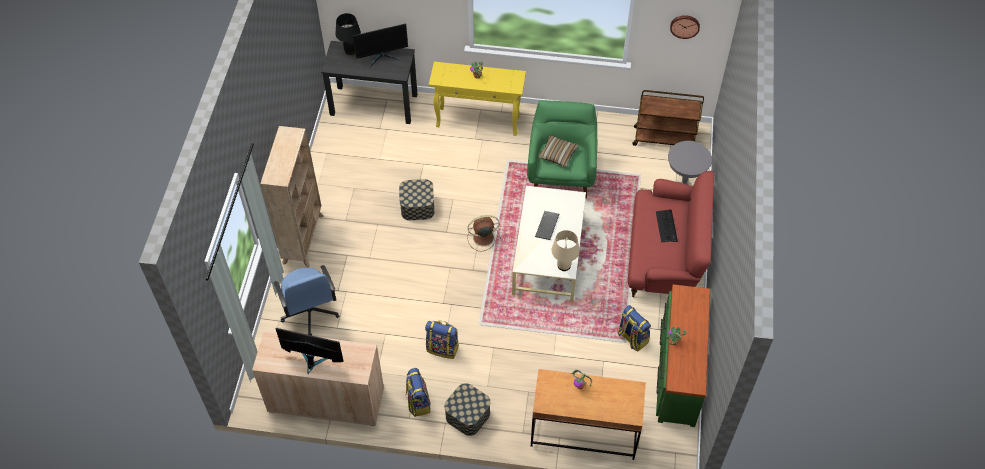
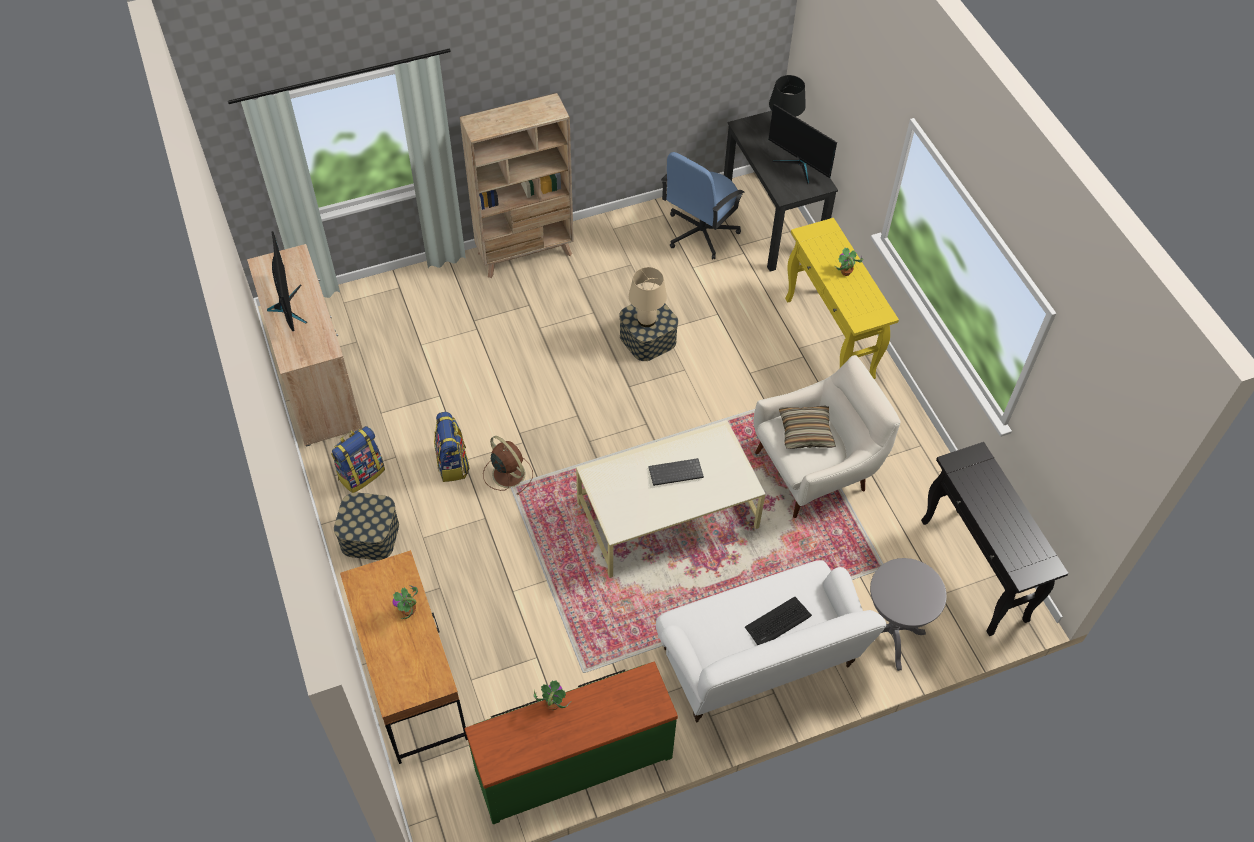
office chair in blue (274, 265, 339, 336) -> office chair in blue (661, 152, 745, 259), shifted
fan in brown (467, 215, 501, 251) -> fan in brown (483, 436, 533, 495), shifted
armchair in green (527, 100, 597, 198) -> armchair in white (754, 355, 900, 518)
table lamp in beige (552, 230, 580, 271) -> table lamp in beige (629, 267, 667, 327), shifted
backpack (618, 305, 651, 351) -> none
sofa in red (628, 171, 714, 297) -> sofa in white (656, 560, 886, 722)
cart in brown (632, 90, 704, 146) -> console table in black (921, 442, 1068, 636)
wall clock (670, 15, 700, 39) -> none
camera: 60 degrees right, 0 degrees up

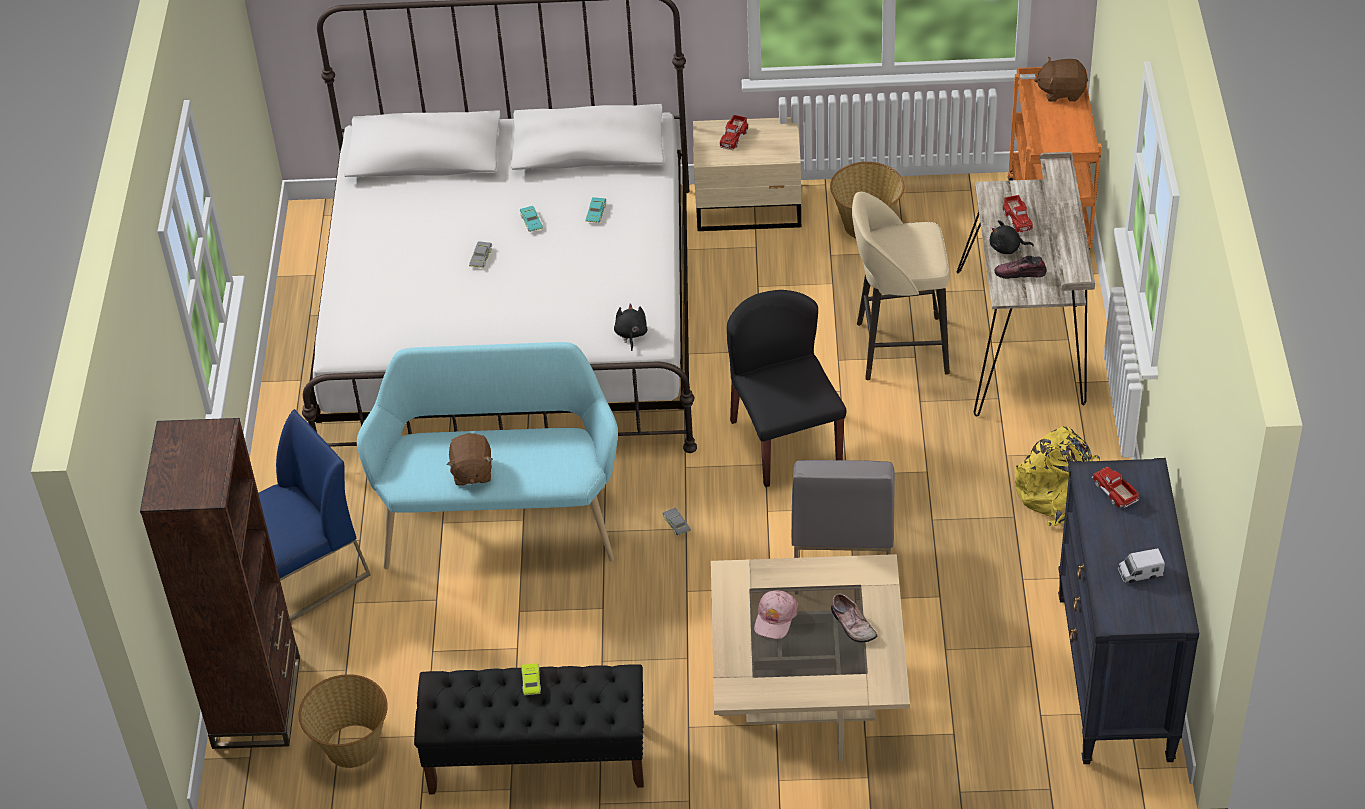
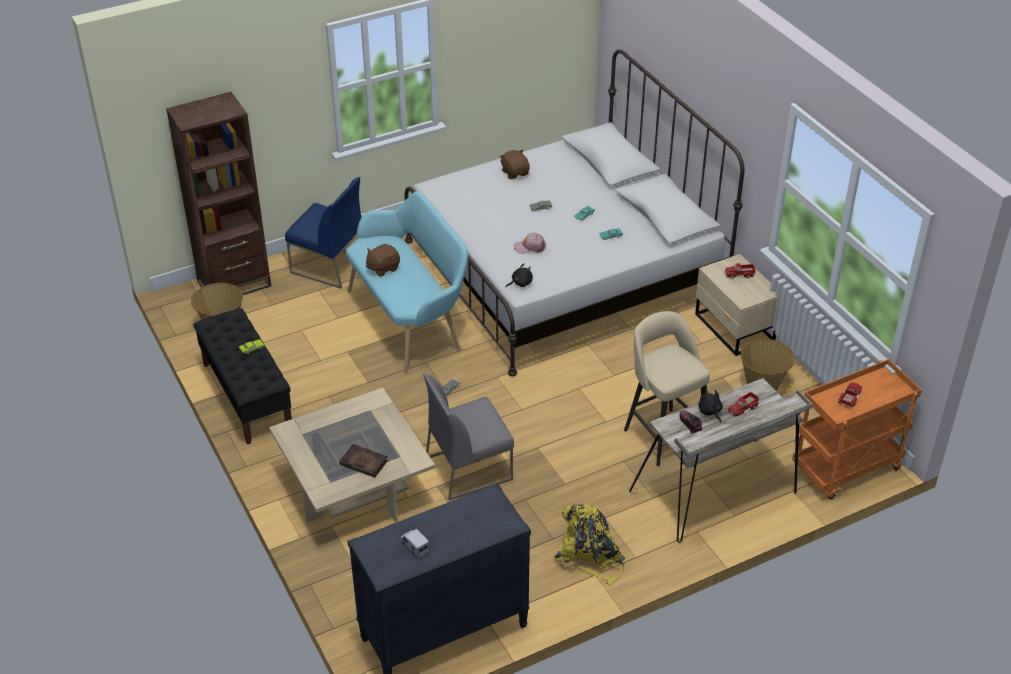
chair in black (727, 290, 847, 487) -> none
cap in pink (754, 590, 799, 639) -> cap in pink (514, 233, 546, 254), shifted
shoe (831, 593, 877, 643) -> book (339, 444, 388, 478)
plush toy in brown (1034, 57, 1088, 102) -> plush toy in brown (499, 150, 530, 179), shifted
toy truck (1092, 467, 1139, 508) -> toy truck (838, 382, 862, 408), shifted
camera: 60 degrees right, 5 degrees down

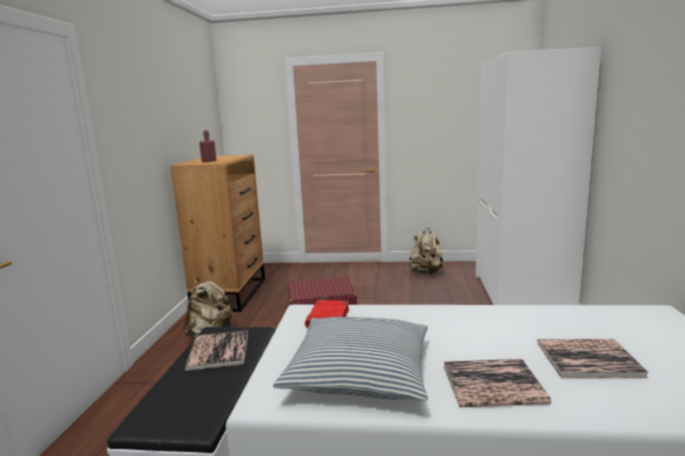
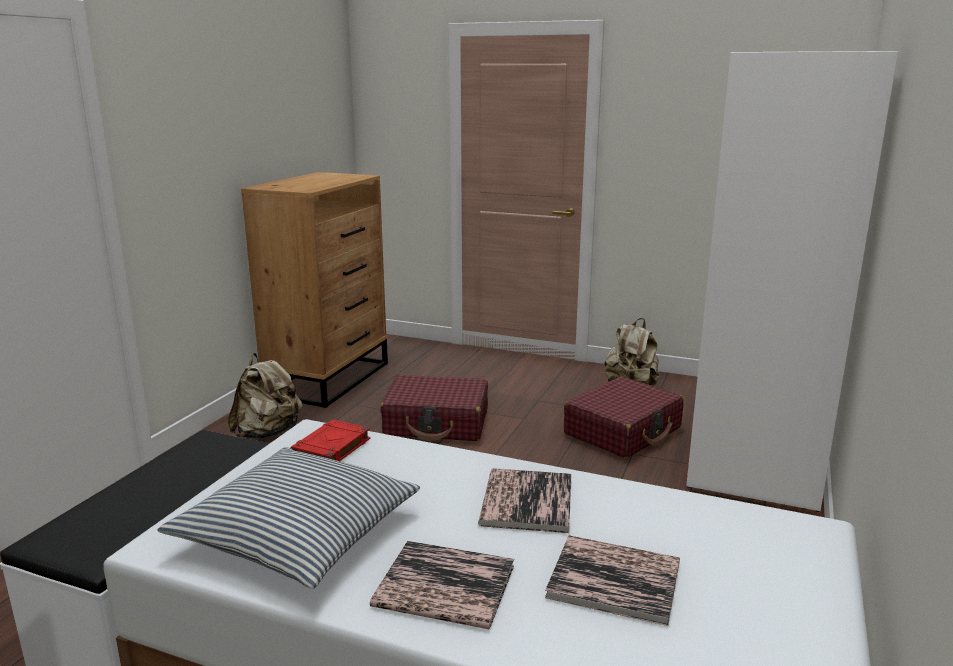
book (185, 330, 248, 371) -> book (478, 469, 572, 533), shifted
bottle in red (199, 130, 216, 162) -> none
none -> suitcase in red (564, 376, 683, 458)
camera: 15 degrees right, 5 degrees up

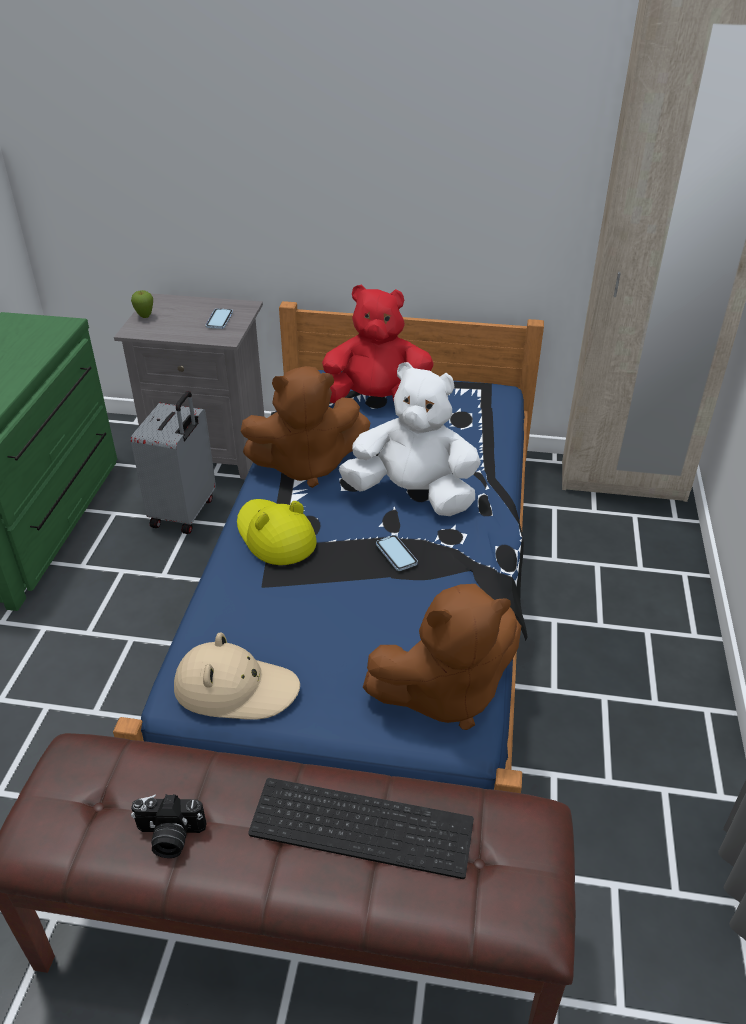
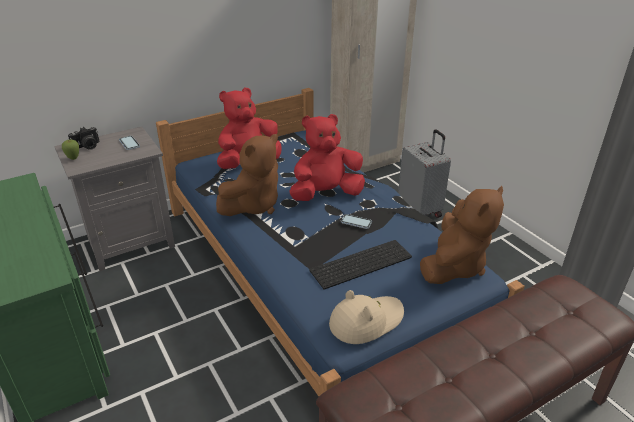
suitcase in grey (131, 391, 216, 534) -> suitcase in grey (398, 129, 451, 218), shifted
photo camera (131, 794, 207, 858) -> photo camera (68, 127, 100, 150), shifted
hat in yellow (237, 499, 317, 565) -> none
keyboard (248, 778, 474, 879) -> keyboard (309, 240, 412, 289), shifted
plush toy in white (339, 362, 481, 516) -> plush toy in red (289, 114, 365, 201)
camera: 40 degrees left, 5 degrees down

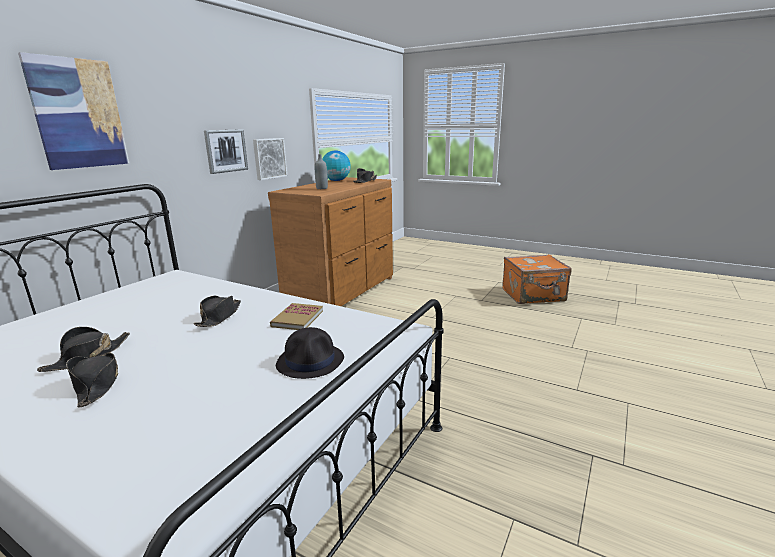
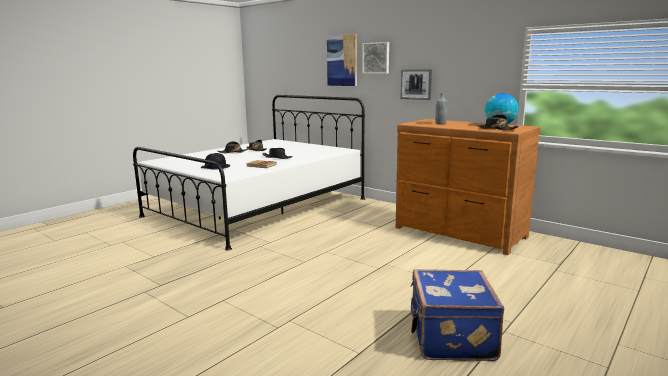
picture (253, 138, 287, 180) -> picture (362, 42, 389, 74), shifted
suitcase in orange (502, 254, 572, 304) -> suitcase in blue (410, 269, 504, 361)
camera: 100 degrees right, 5 degrees down

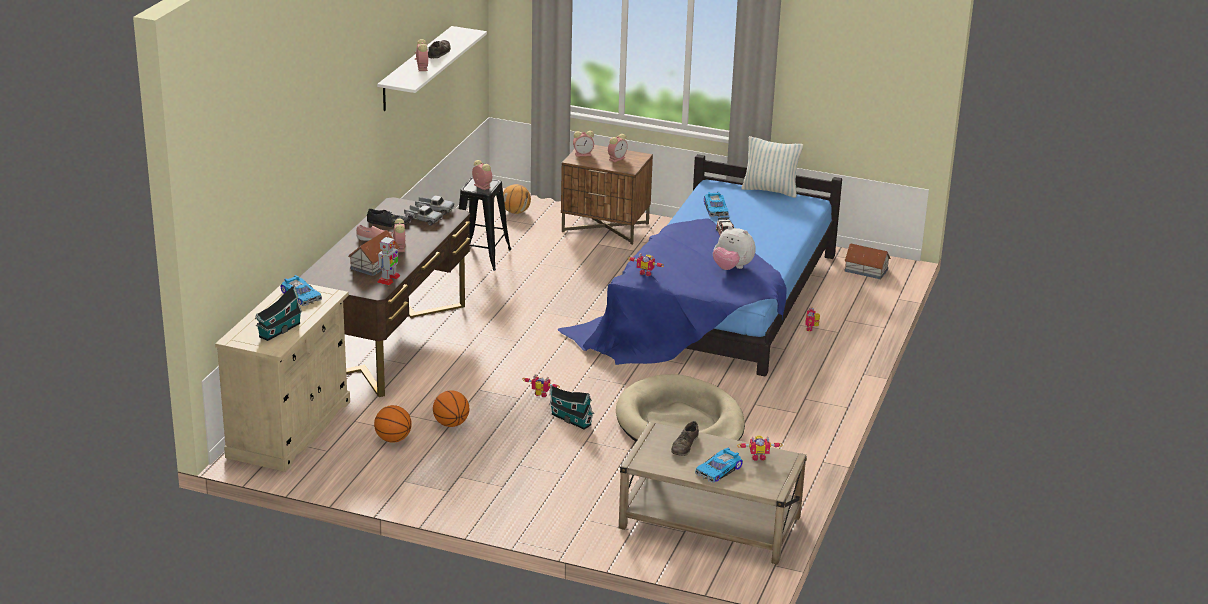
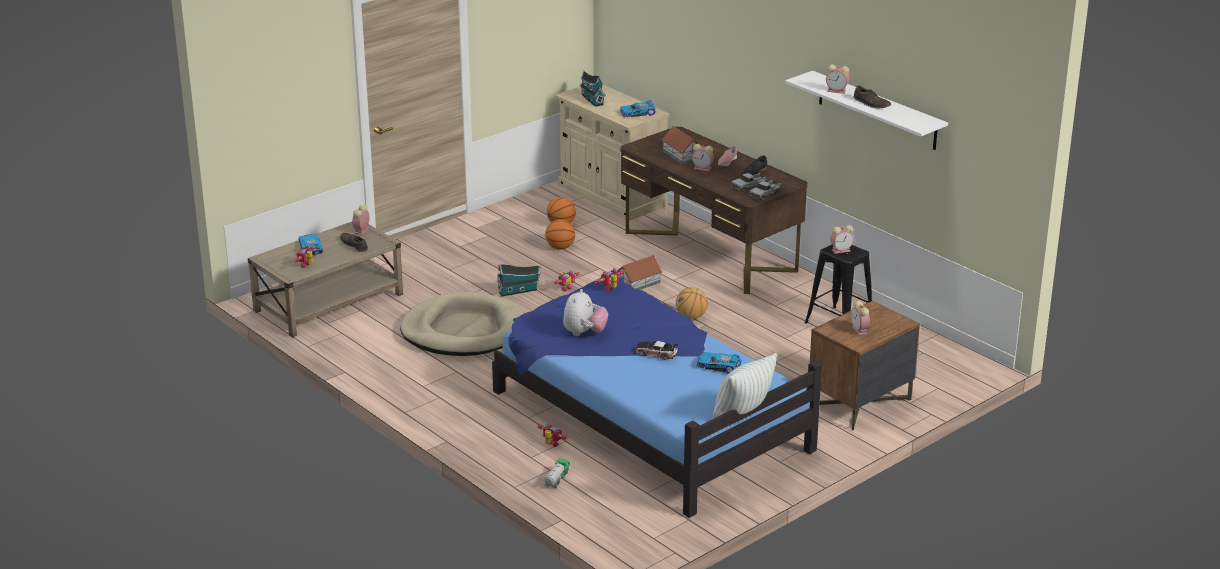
toy robot (377, 235, 400, 285) -> none
basketball (503, 184, 531, 214) -> basketball (676, 287, 708, 319), shifted
alarm clock (573, 131, 594, 157) -> alarm clock (352, 204, 369, 235), shifted
plush toy (713, 226, 756, 270) -> plush toy (563, 289, 608, 336), 135 degrees clockwise
toy house (844, 244, 891, 279) -> toy house (617, 255, 662, 290), shifted
none -> toy truck (544, 458, 570, 488)
camera: 120 degrees right, 0 degrees up

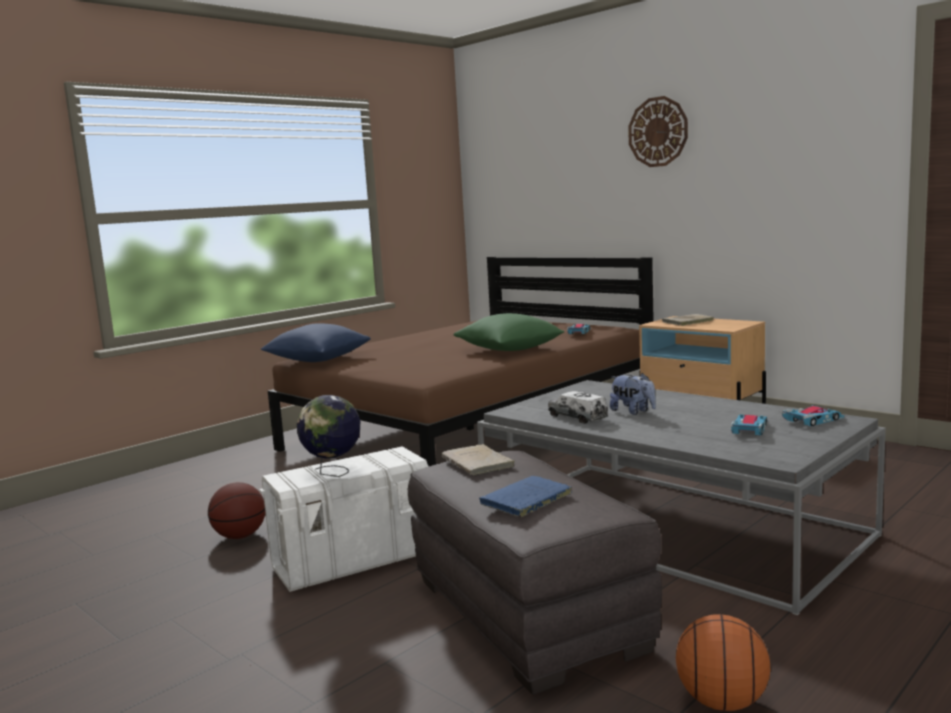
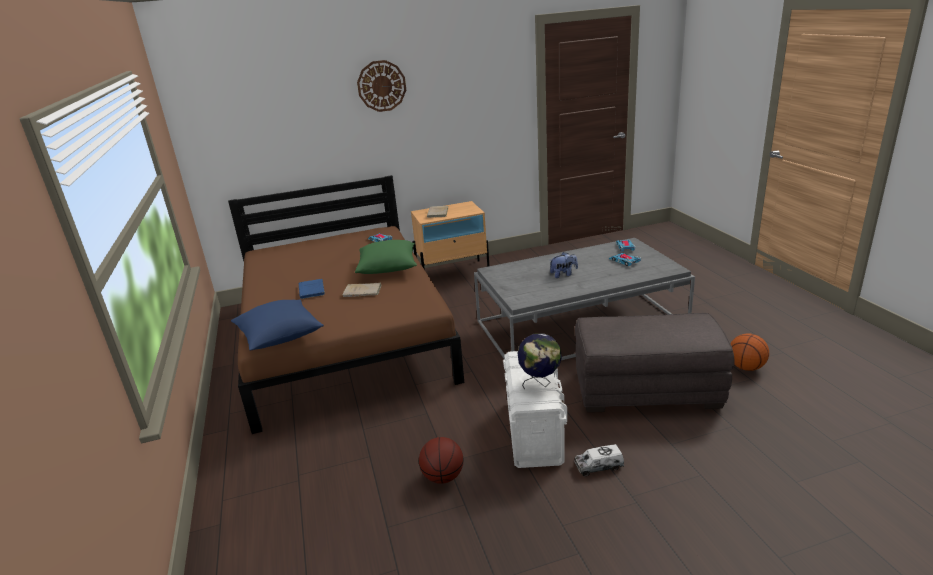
book in beige (441, 444, 516, 475) -> book in beige (342, 282, 381, 297), shifted
book in blue (479, 476, 572, 517) -> book in blue (299, 279, 325, 299), shifted
toy truck (548, 391, 608, 424) -> toy truck (574, 444, 624, 476), shifted
camera: 60 degrees left, 15 degrees up

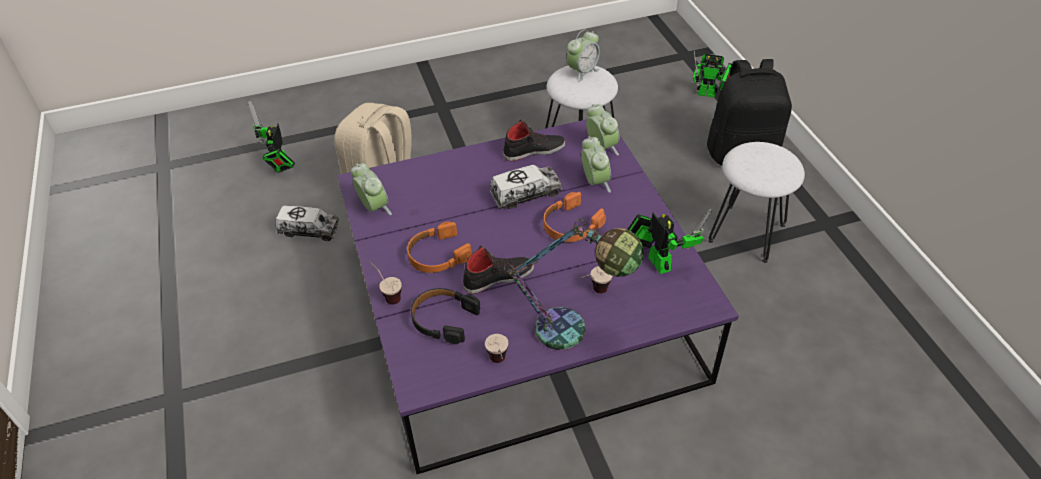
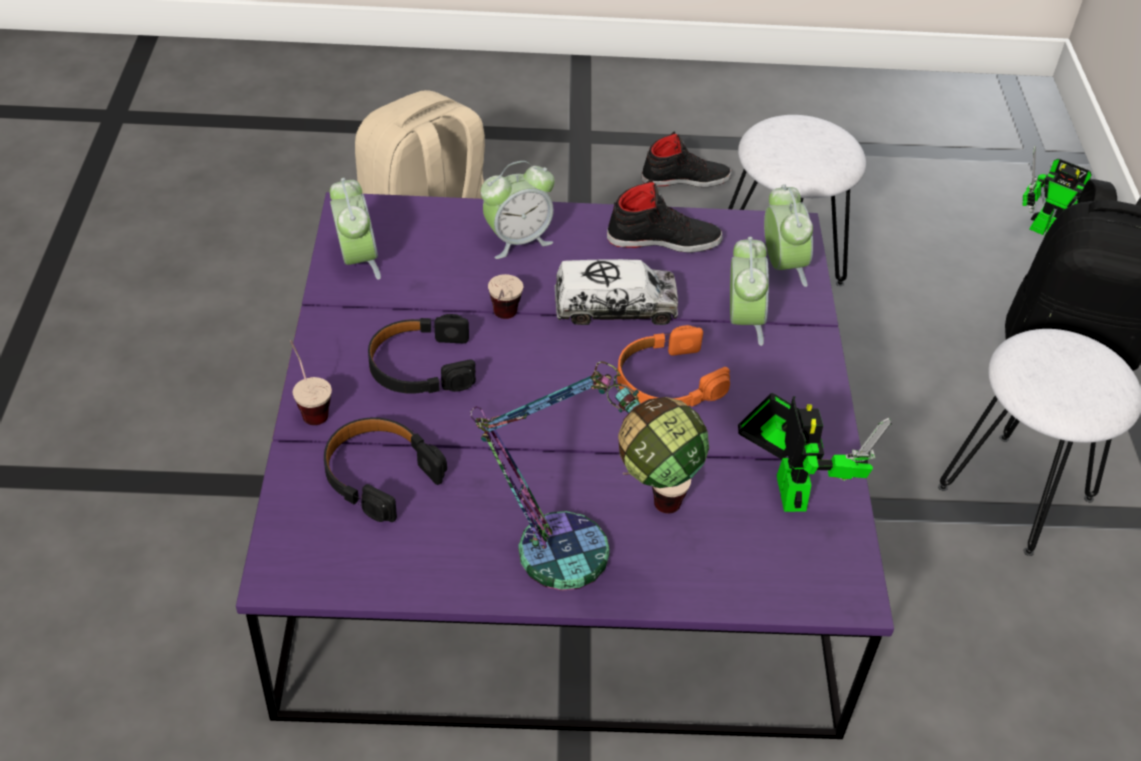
toy robot (248, 100, 295, 173) -> none
toy truck (276, 205, 339, 241) -> none
headphones in orange (407, 221, 472, 273) -> headphones in black (368, 314, 476, 394)
shoe in black (463, 245, 534, 294) -> shoe in black (642, 131, 731, 187), shifted
cup (485, 334, 508, 363) -> cup (488, 274, 523, 319), shifted
alarm clock (567, 30, 600, 82) -> alarm clock (481, 161, 555, 259), shifted
camera: 15 degrees right, 0 degrees up

